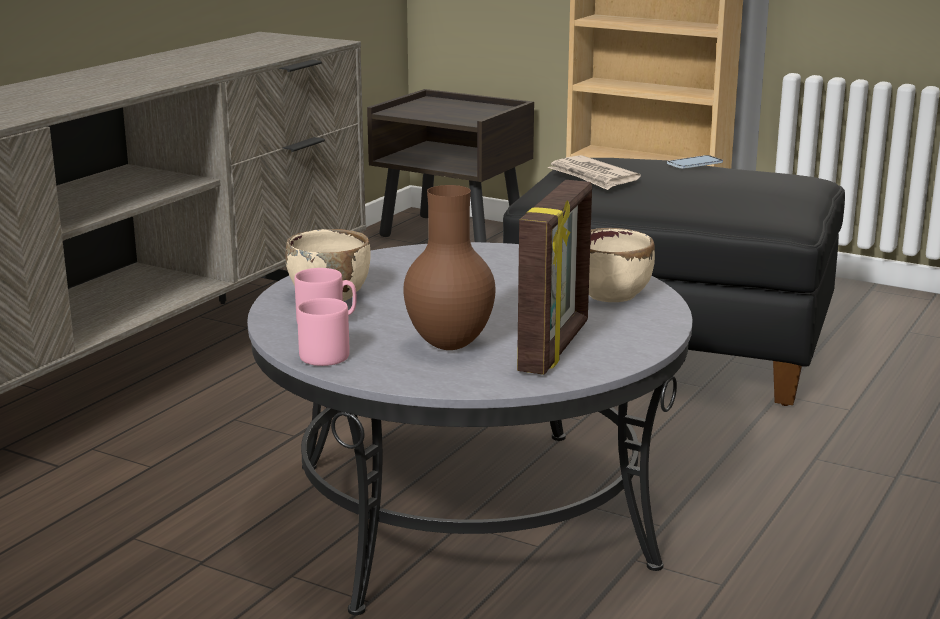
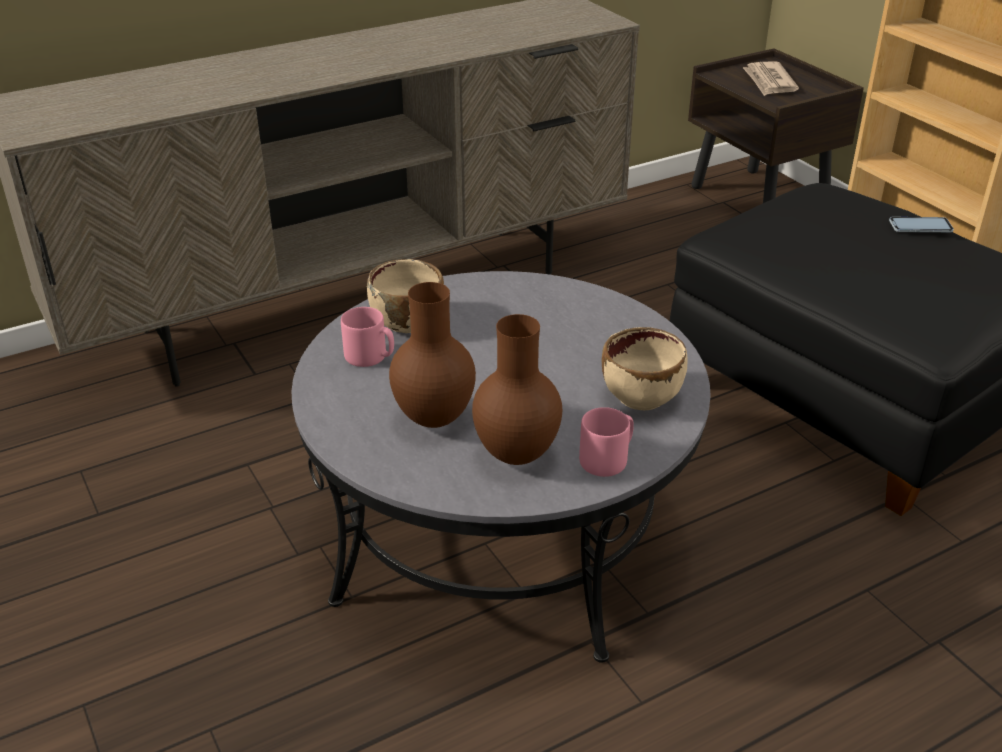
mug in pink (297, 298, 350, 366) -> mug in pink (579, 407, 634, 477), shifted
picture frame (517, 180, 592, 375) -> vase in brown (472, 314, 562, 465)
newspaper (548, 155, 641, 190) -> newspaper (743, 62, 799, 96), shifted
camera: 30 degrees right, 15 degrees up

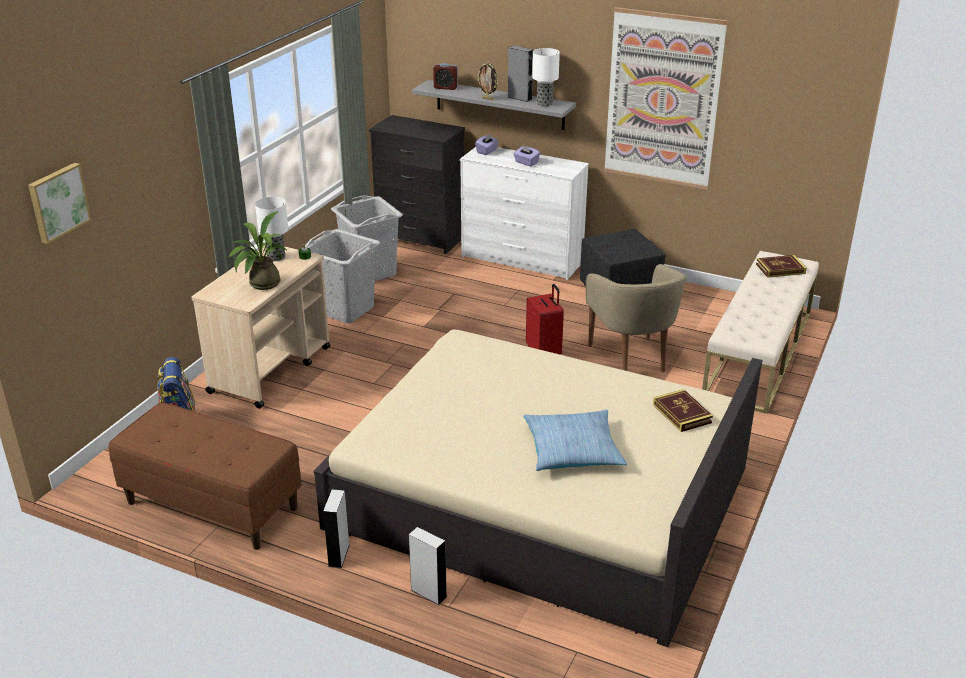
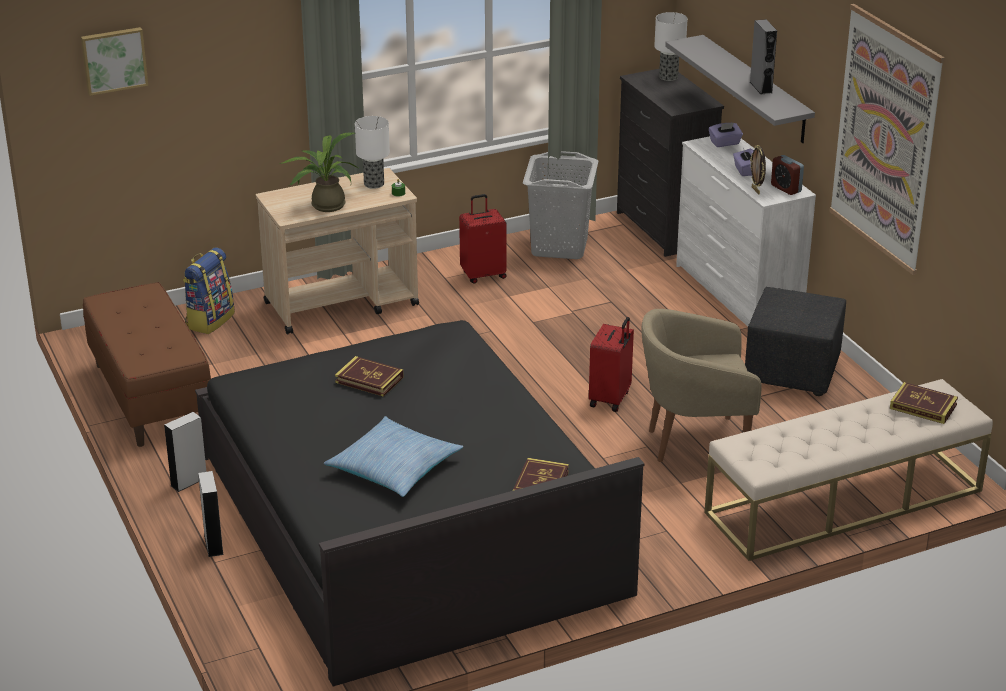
laundry basket in grey (305, 229, 380, 323) -> suitcase in red (459, 194, 506, 284)
bed in beige (314, 330, 763, 647) -> bed in black (195, 320, 645, 687)
alarm clock (433, 63, 458, 90) -> alarm clock (771, 155, 804, 195), shifted
picture frame (477, 62, 498, 100) -> picture frame (750, 145, 766, 194), shifted
table lamp (532, 48, 560, 107) -> table lamp (654, 12, 688, 81), shifted
armchair in beige (586, 264, 686, 372) -> armchair in beige (641, 309, 762, 462), 60 degrees clockwise
none -> book (335, 356, 404, 397)
camera: 40 degrees right, 0 degrees up

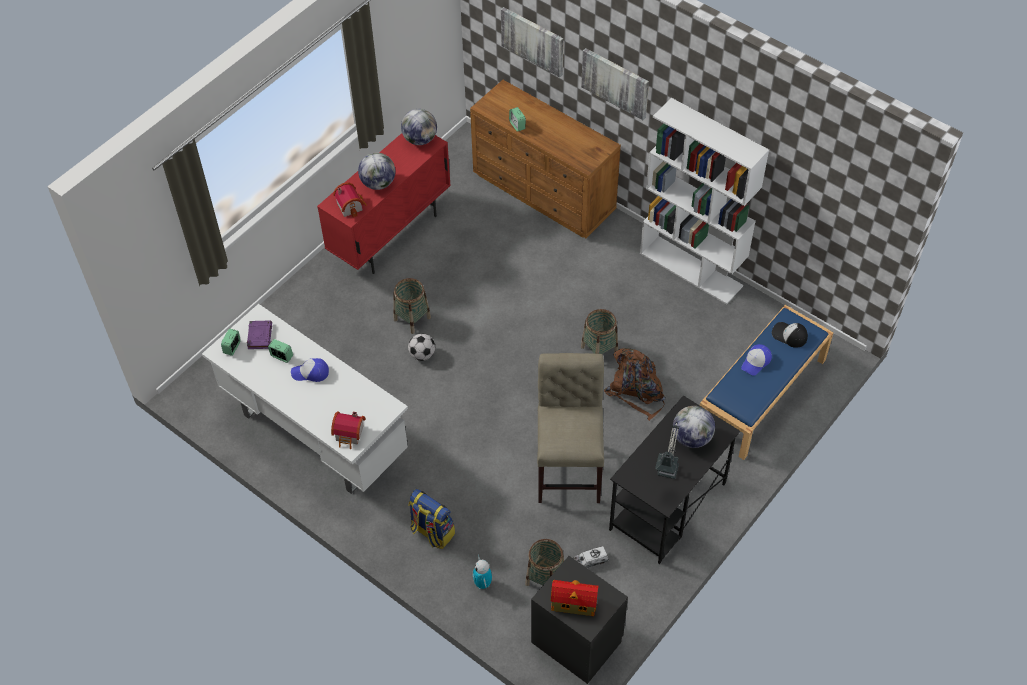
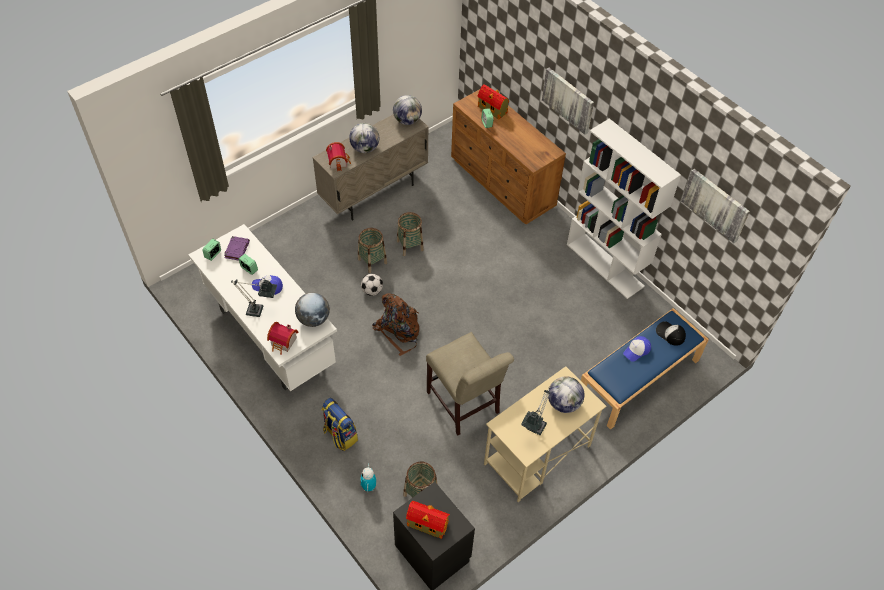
cabinet in red (317, 133, 451, 274) -> cabinet in beige (312, 114, 429, 221)
picture (501, 7, 564, 77) -> picture (681, 169, 750, 243), shifted
chair in beige (537, 353, 604, 503) -> chair in beige (426, 332, 514, 436), 135 degrees clockwise
toy truck (573, 546, 609, 568) -> none
basket (581, 309, 618, 354) -> basket (397, 212, 424, 256), shifted
backpack in brown (604, 348, 666, 421) -> backpack in brown (372, 293, 419, 356), shifted
desk in black (609, 395, 740, 564) -> desk in beige (484, 366, 606, 502)
none -> table lamp (231, 278, 277, 317)
none -> globe (295, 292, 330, 327)
none -> toy house (478, 84, 509, 120)
camera: 10 degrees right, 0 degrees up

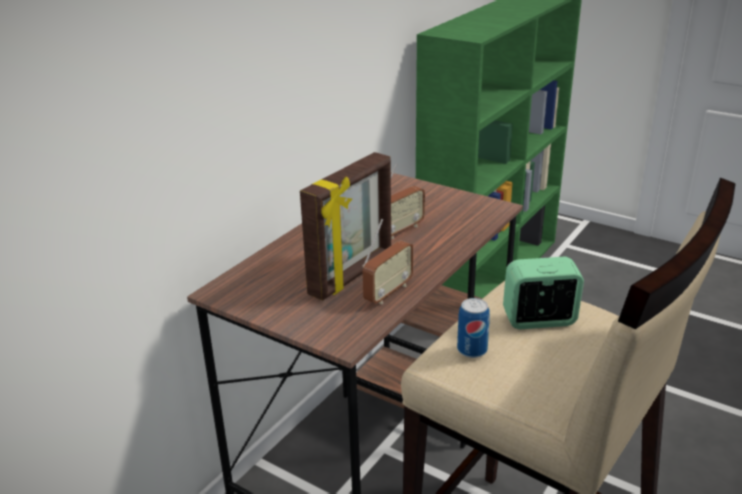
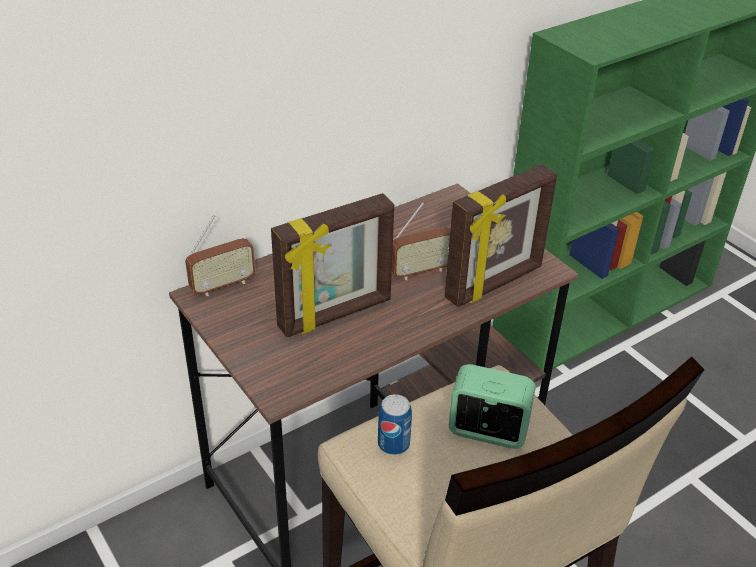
radio (362, 219, 413, 305) -> radio (185, 215, 256, 296), shifted
none -> picture frame (445, 164, 557, 307)
camera: 20 degrees right, 10 degrees up

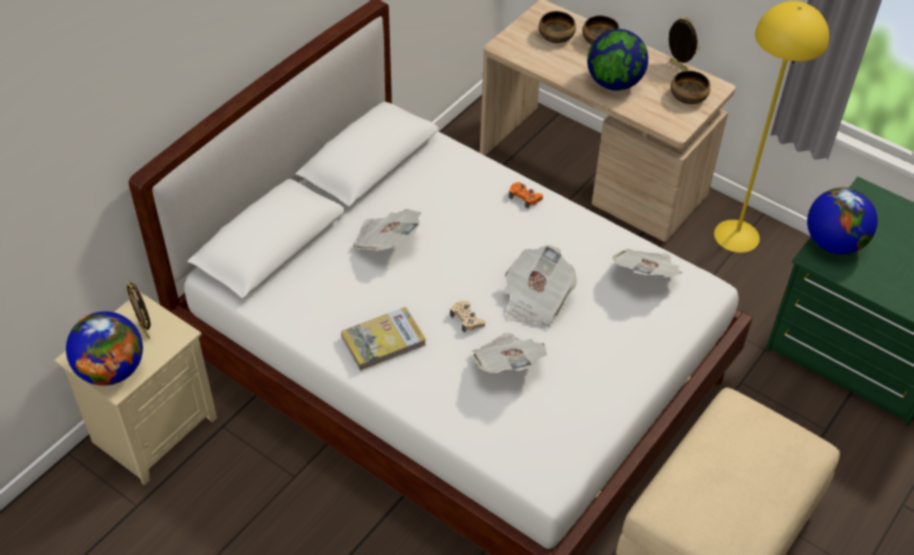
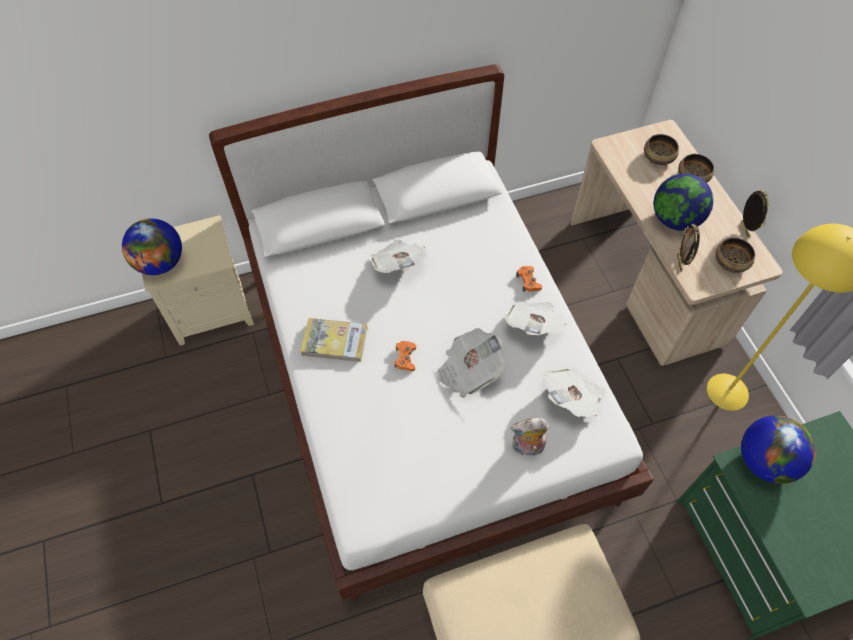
picture frame (126, 282, 151, 339) -> picture frame (677, 224, 700, 272), shifted
game controller in beige (450, 301, 485, 332) -> game controller in orange (395, 341, 416, 371)
newspaper (472, 333, 547, 373) -> newspaper (505, 302, 566, 335), shifted
none -> plush toy (511, 417, 549, 456)
camera: 35 degrees right, 10 degrees up

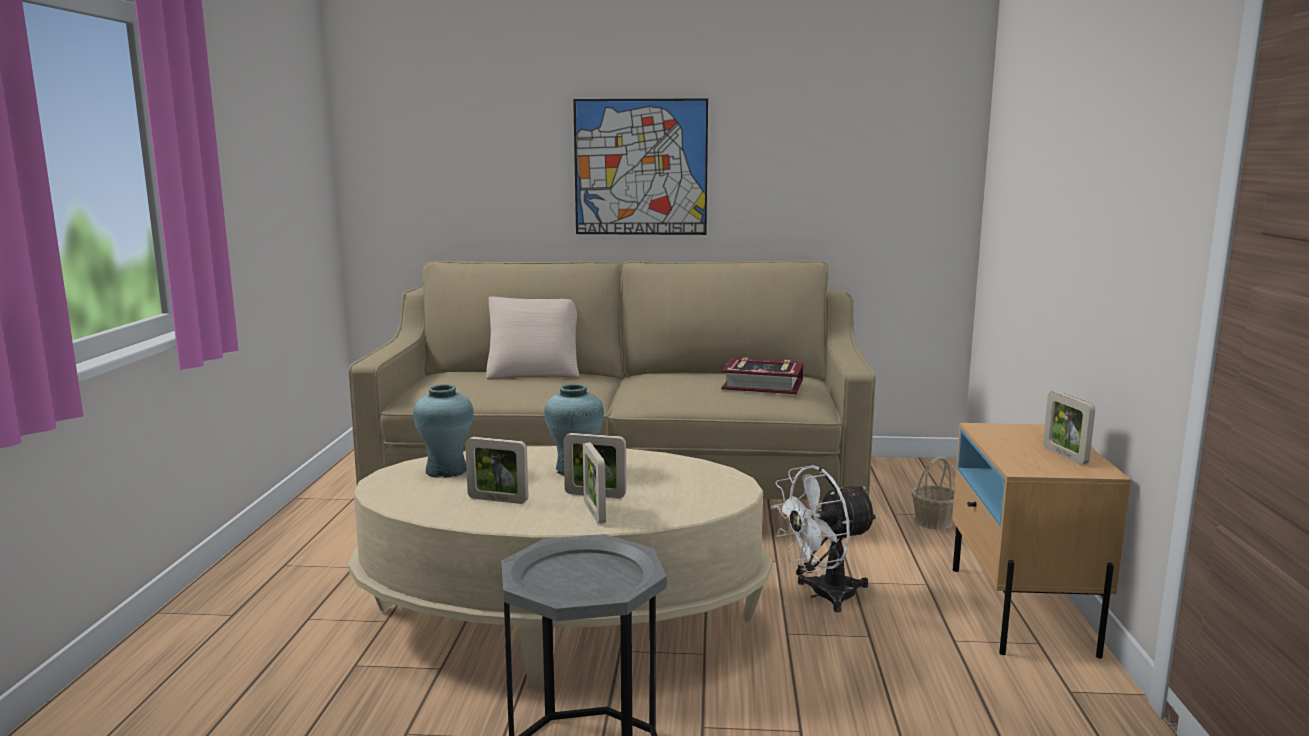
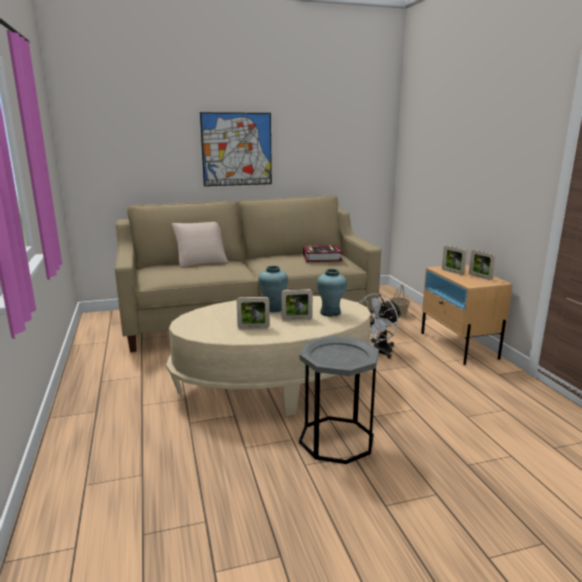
vase in turquoise (413, 384, 474, 478) -> vase in turquoise (317, 269, 347, 317), shifted
picture frame (583, 442, 606, 524) -> picture frame (442, 246, 467, 275), shifted
camera: 20 degrees left, 5 degrees up

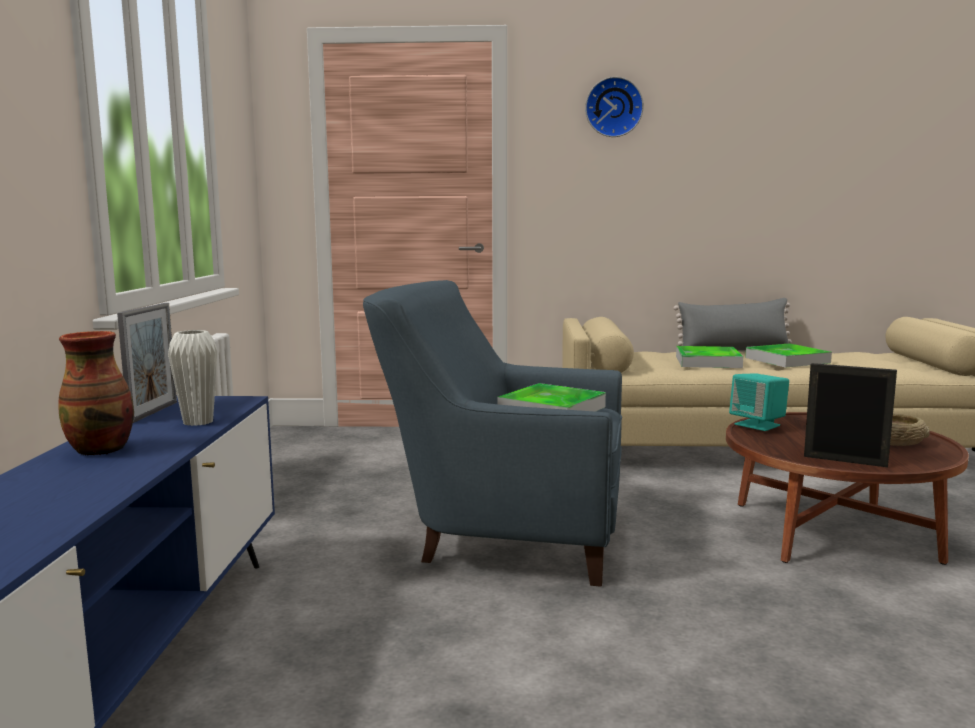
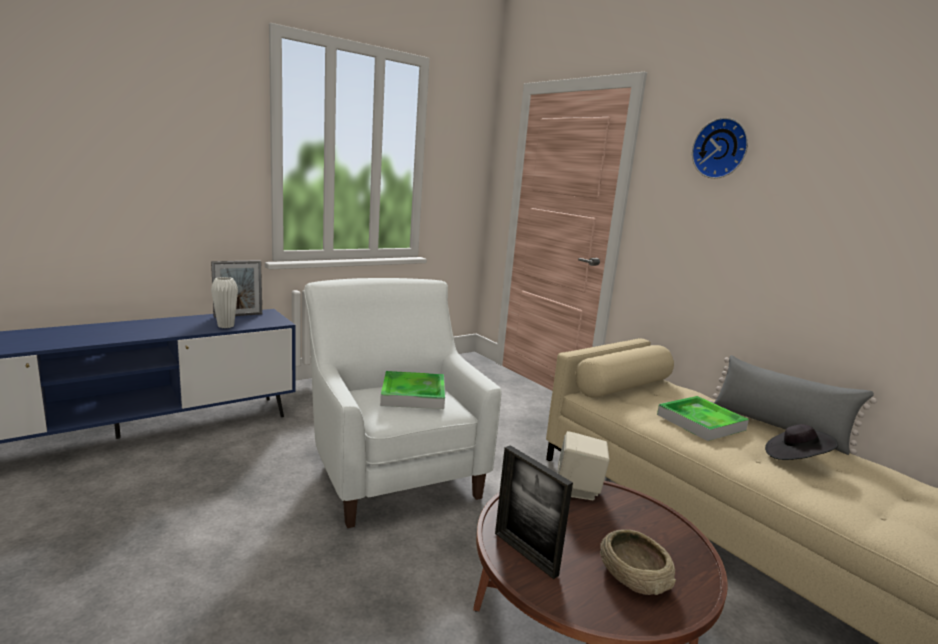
vase (58, 331, 134, 455) -> none
armchair in blue (363, 280, 622, 587) -> armchair in white (304, 278, 502, 528)
speaker in turquoise (729, 373, 789, 431) -> speaker in beige (558, 431, 610, 500)
tray (745, 343, 832, 368) -> hat in black (765, 424, 838, 460)
picture frame (804, 363, 897, 467) -> picture frame (495, 445, 573, 579), 150 degrees clockwise
camera: 50 degrees right, 5 degrees up

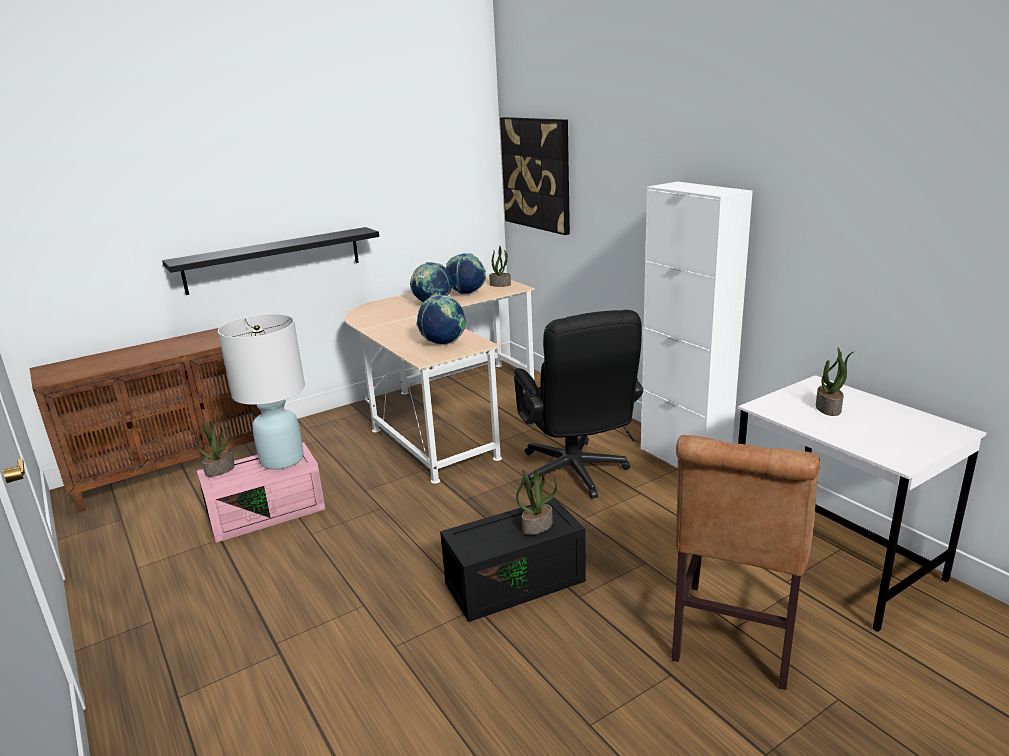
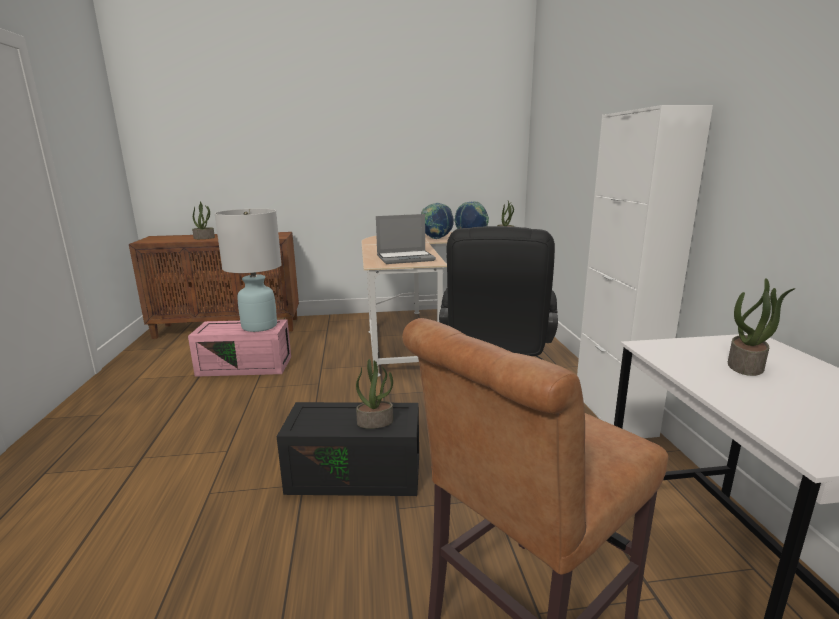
shelf in black (162, 227, 379, 295) -> none
potted plant (197, 421, 235, 477) -> potted plant (192, 201, 215, 239), shifted
globe (416, 295, 466, 345) -> laptop (376, 214, 436, 264)
picture (500, 117, 570, 235) -> none
camera: 25 degrees right, 5 degrees down

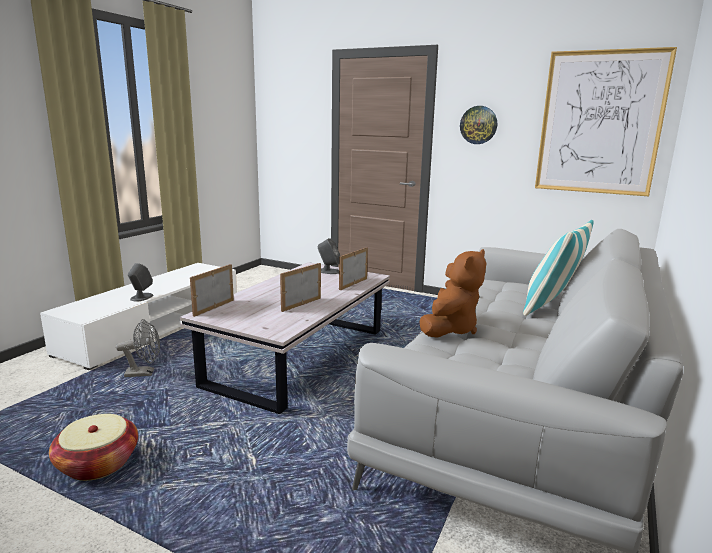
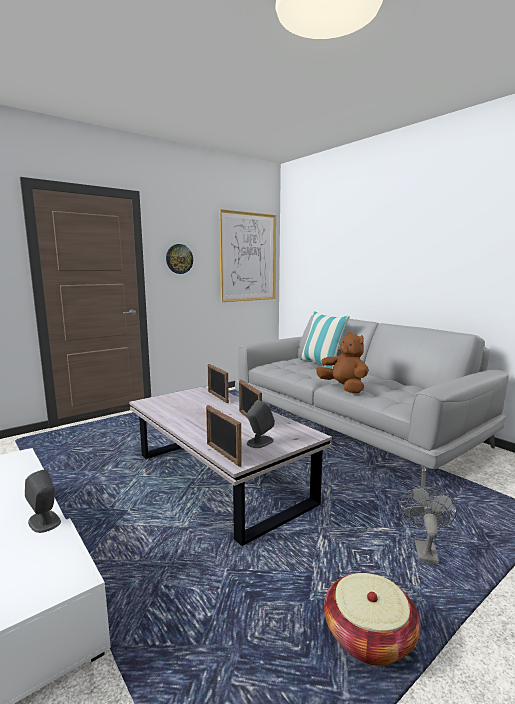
fan in grey (116, 319, 160, 377) -> fan in grey (400, 487, 457, 565), shifted
speaker in grey (318, 238, 340, 274) -> speaker in grey (247, 400, 275, 448), shifted
camera: 65 degrees left, 5 degrees down

